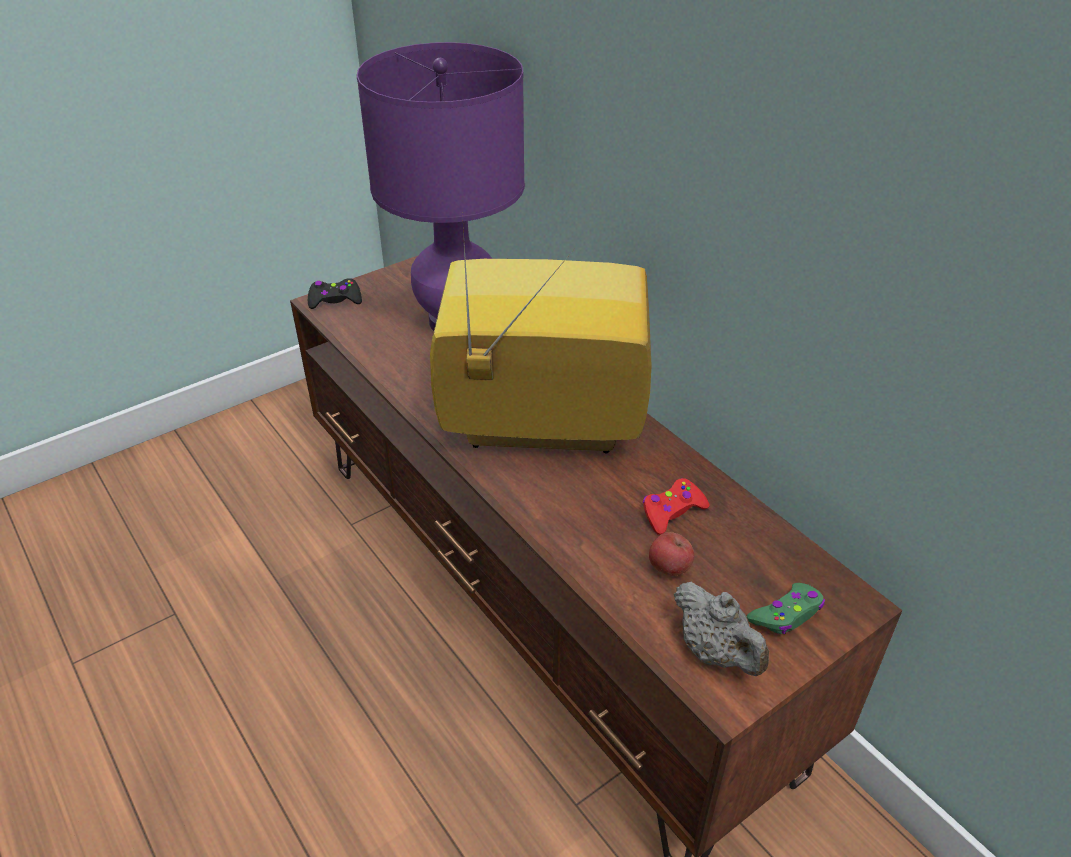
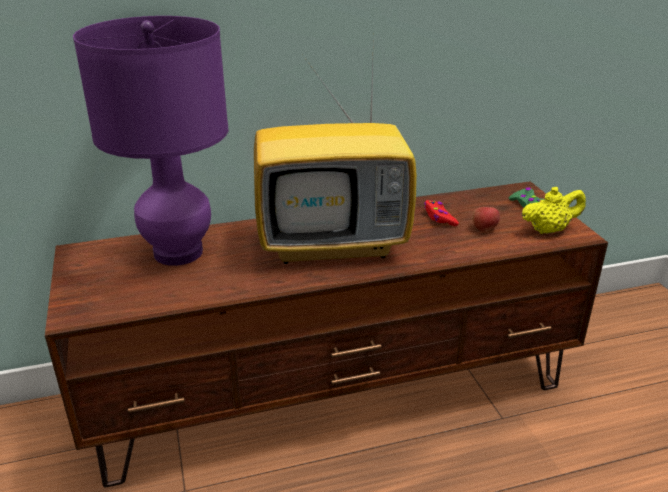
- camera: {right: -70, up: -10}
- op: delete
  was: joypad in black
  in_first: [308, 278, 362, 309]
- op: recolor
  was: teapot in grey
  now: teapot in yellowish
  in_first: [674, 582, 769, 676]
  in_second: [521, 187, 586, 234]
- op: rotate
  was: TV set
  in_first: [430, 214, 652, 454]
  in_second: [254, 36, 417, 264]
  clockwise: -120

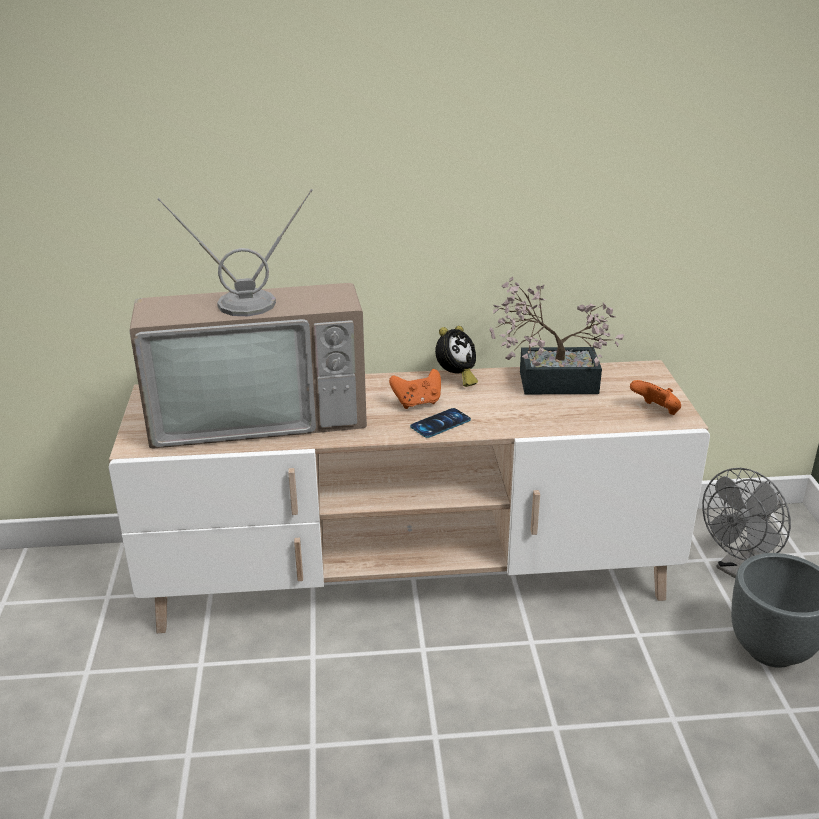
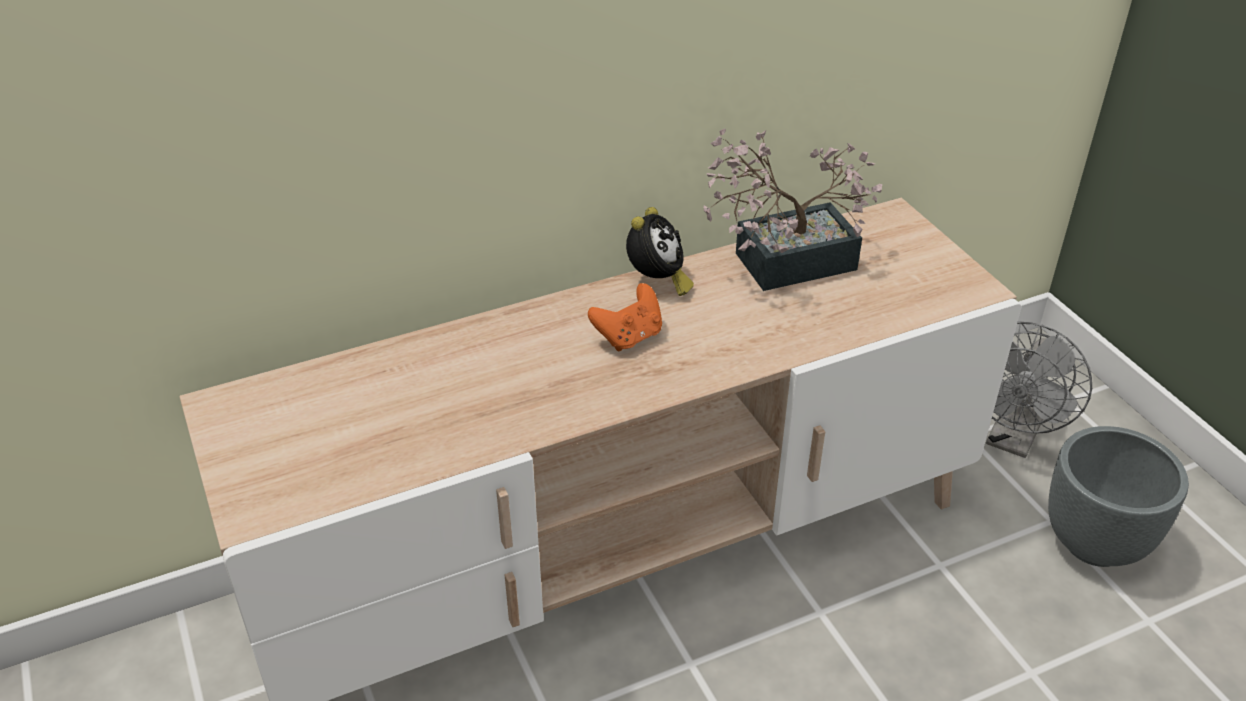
- camera: {right: -20, up: 10}
- op: delete
  was: TV set
  in_first: [129, 189, 367, 448]
- op: delete
  was: phone
  in_first: [410, 408, 471, 438]
- op: delete
  was: joypad in orange-coloured
  in_first: [630, 380, 681, 415]

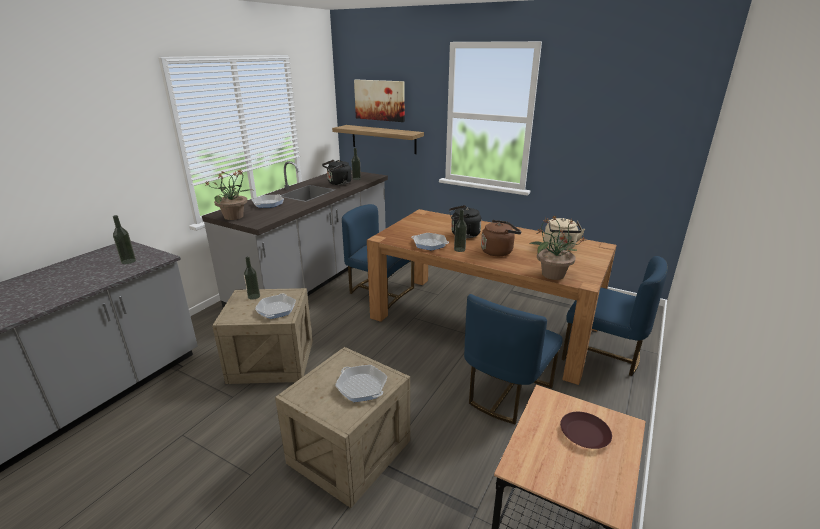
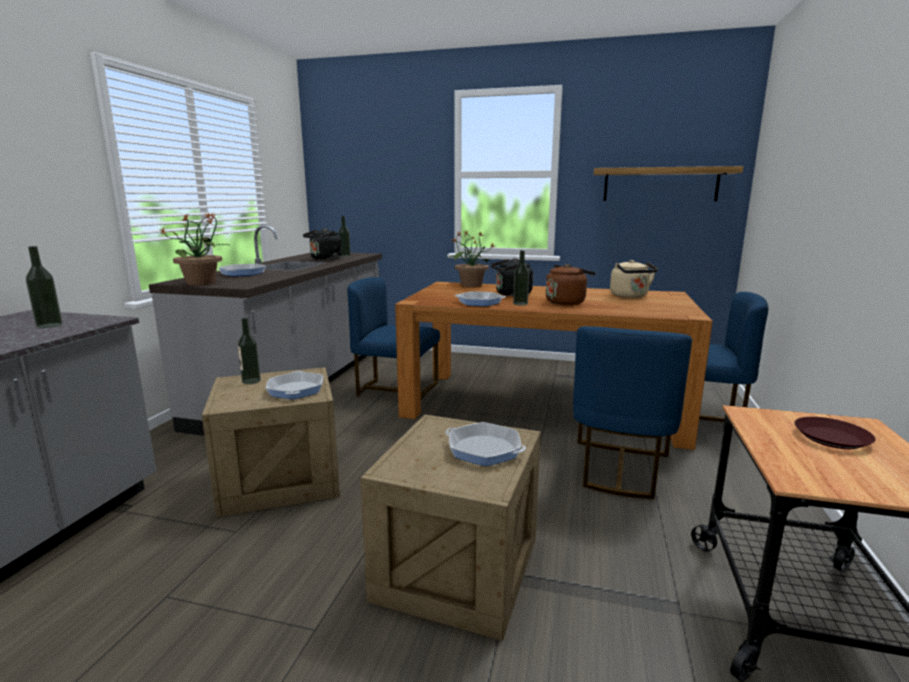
- camera: {right: -15, up: -10}
- op: delete
  was: picture
  in_first: [354, 80, 405, 122]
- op: move
  was: shelf
  in_first: [332, 125, 424, 154]
  in_second: [594, 166, 744, 201]
- op: move
  was: plant in a pot
  in_first: [529, 215, 586, 280]
  in_second: [446, 231, 496, 287]

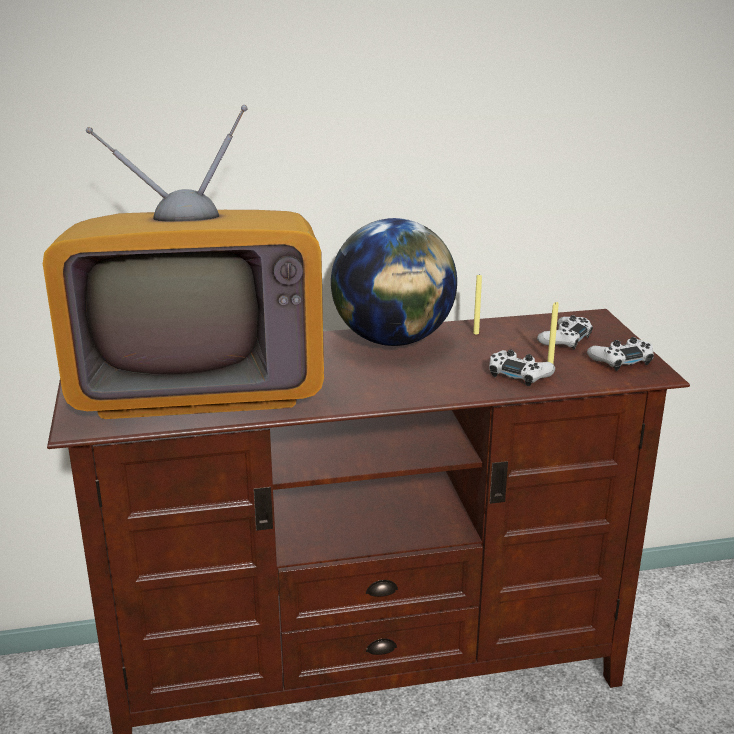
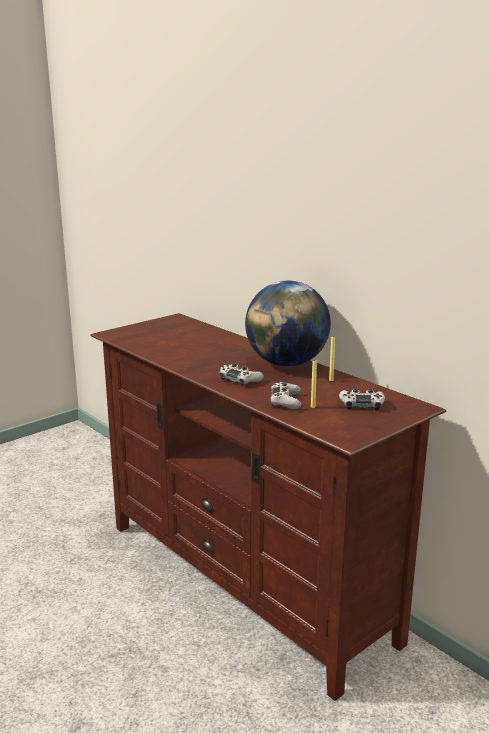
- camera: {right: 60, up: -5}
- op: delete
  was: TV set
  in_first: [43, 105, 324, 419]
- op: move
  was: joypad in whitish
  in_first: [587, 337, 654, 371]
  in_second: [219, 363, 264, 387]

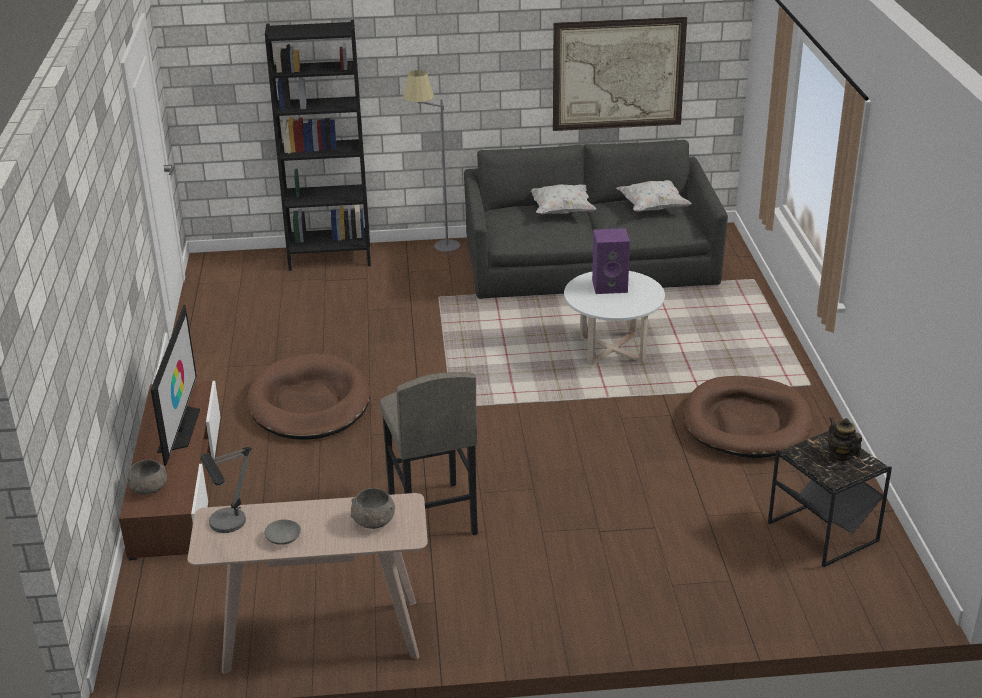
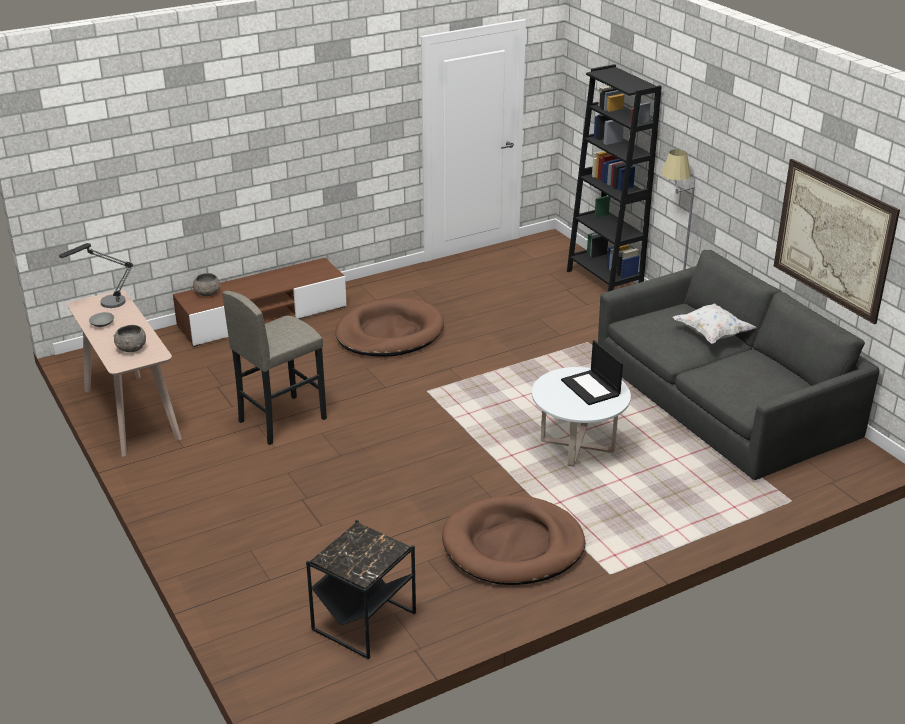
- camera: {right: 65, up: 0}
- op: delete
  was: TV set
  in_first: [151, 305, 200, 466]
- op: delete
  was: pillow in whitish
  in_first: [616, 180, 692, 212]
- op: delete
  was: teapot
  in_first: [828, 417, 862, 462]
- op: replace
  was: speaker in purple-coloured
  now: portable computer
  in_first: [592, 228, 630, 294]
  in_second: [561, 340, 623, 405]

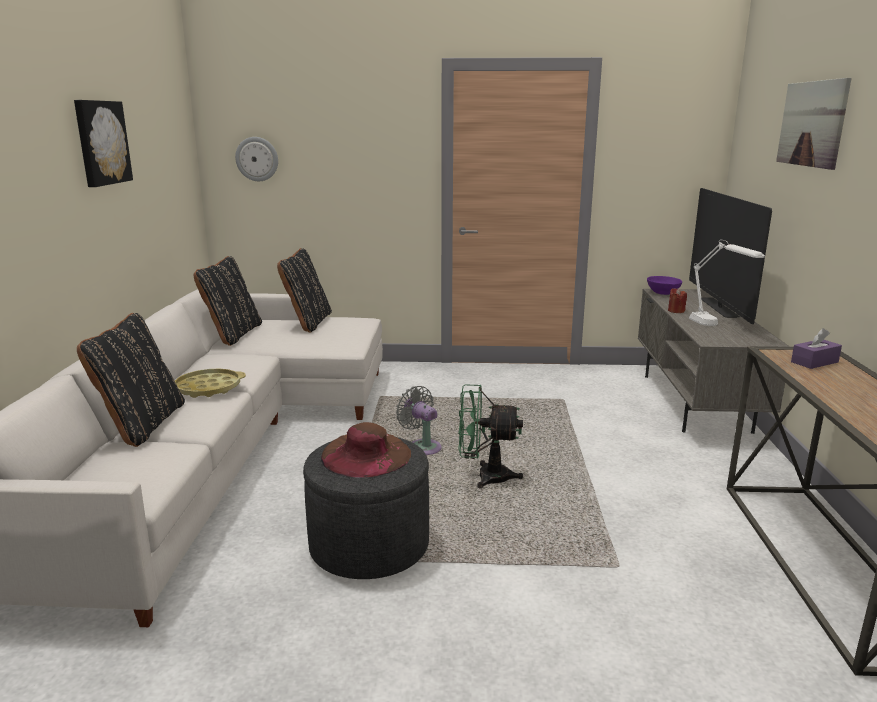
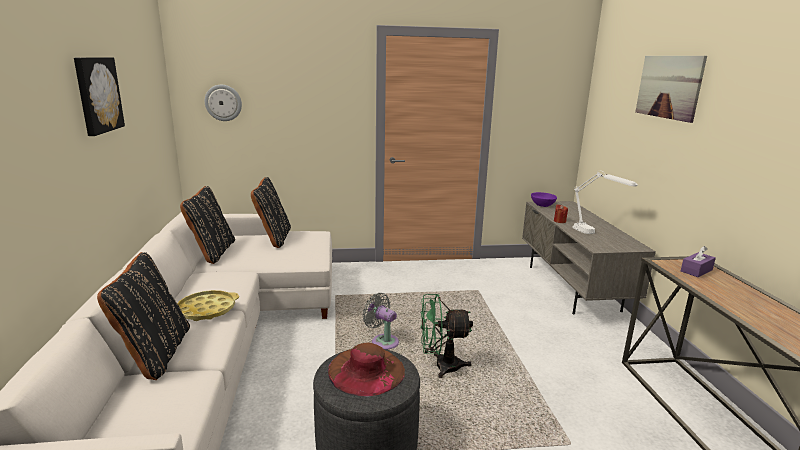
- camera: {right: -10, up: 0}
- op: delete
  was: TV set
  in_first: [689, 188, 772, 324]

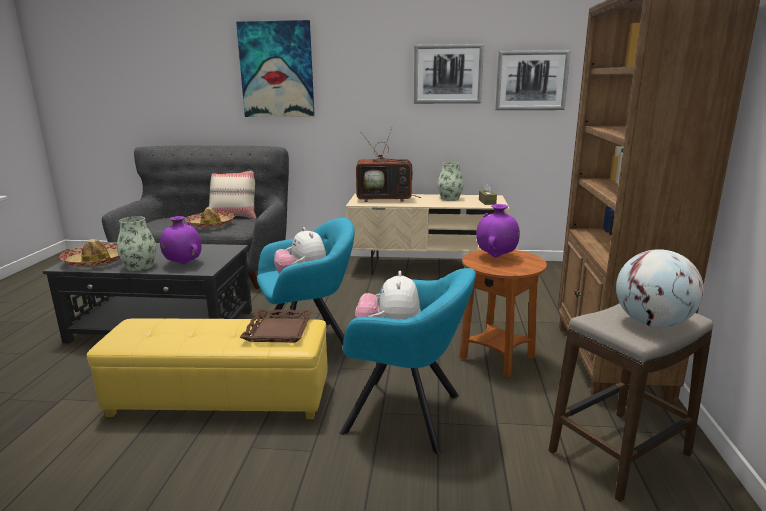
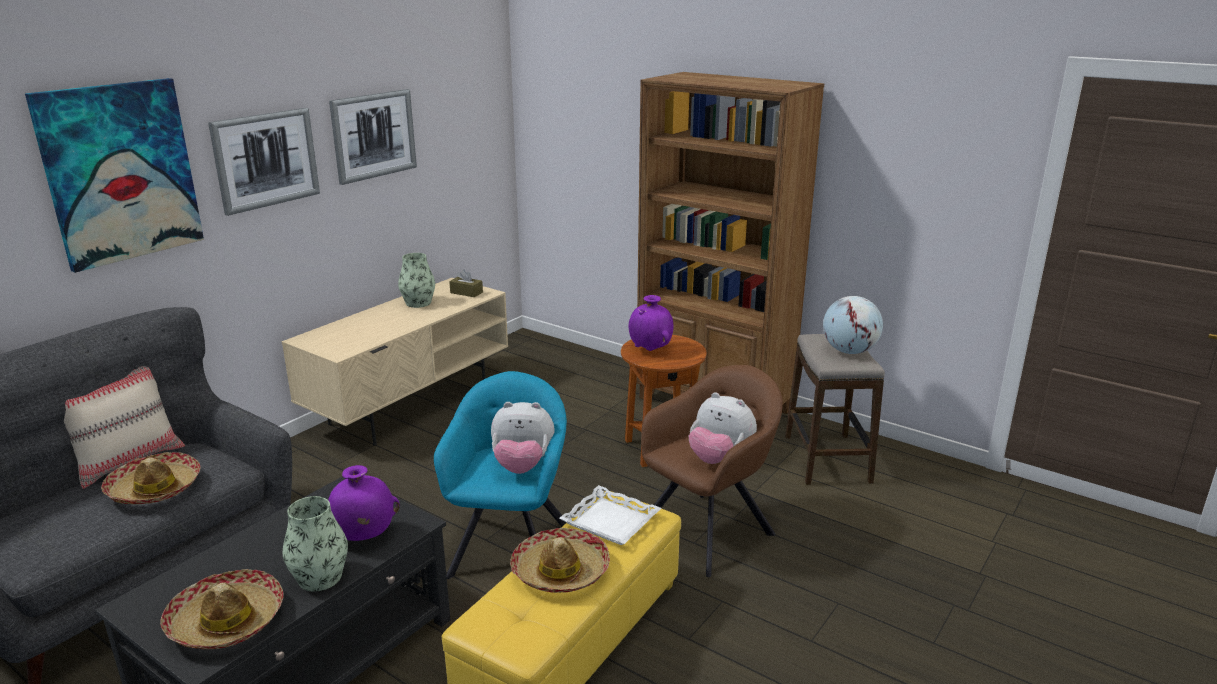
- camera: {right: -60, up: 5}
- op: delete
  was: TV set
  in_first: [356, 126, 421, 202]
- op: insert
  now: wearable hat
  in_second: [510, 528, 610, 593]
- op: move
  was: picture
  in_first: [495, 50, 570, 110]
  in_second: [208, 108, 320, 216]
- op: recolor
  was: tray in brown-coloured
  now: tray in whitish
  in_first: [240, 309, 313, 343]
  in_second: [559, 485, 661, 545]
- op: recolor
  was: lounge chair in turquoise-coloured
  now: lounge chair in brown-coloured
  in_first: [339, 268, 476, 455]
  in_second: [641, 365, 783, 577]

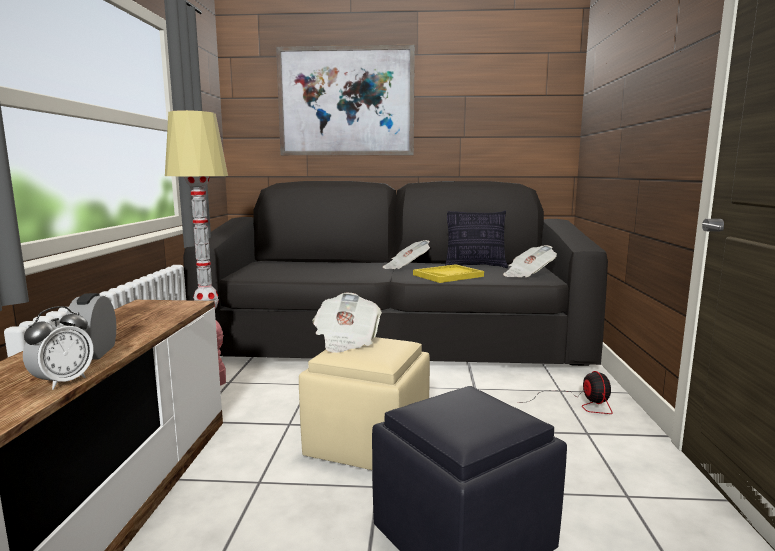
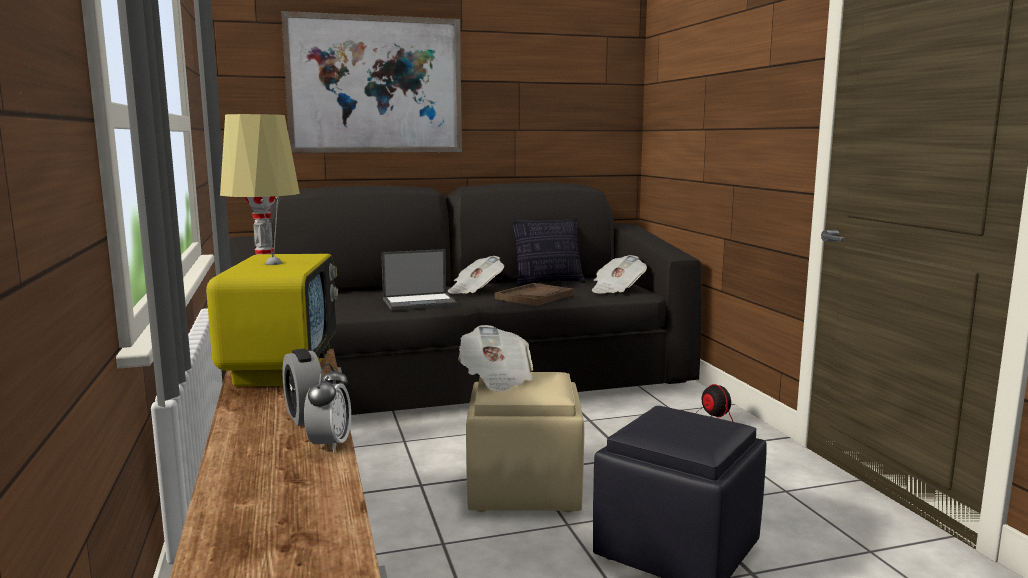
- camera: {right: -20, up: 0}
- op: insert
  now: TV set
  in_second: [206, 196, 338, 387]
- op: insert
  now: portable computer
  in_second: [381, 249, 458, 311]
- op: recolor
  was: tray in yellowish
  now: tray in brown-coloured
  in_first: [413, 264, 484, 283]
  in_second: [495, 283, 574, 306]

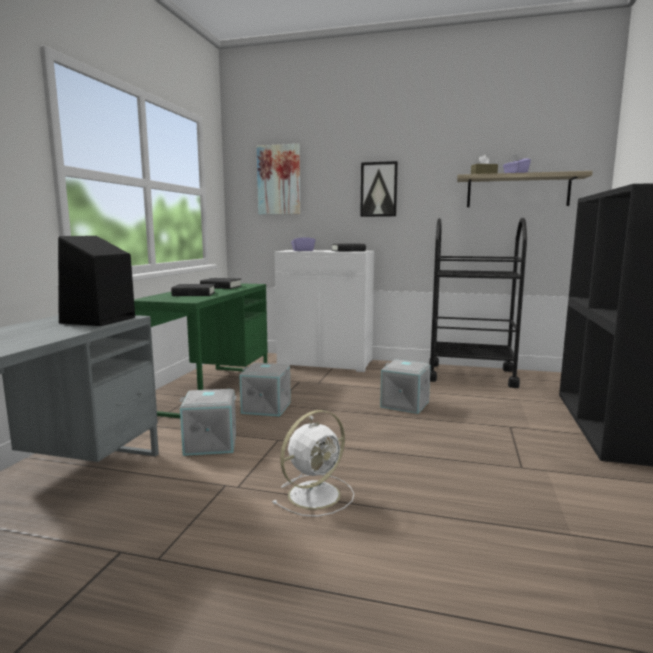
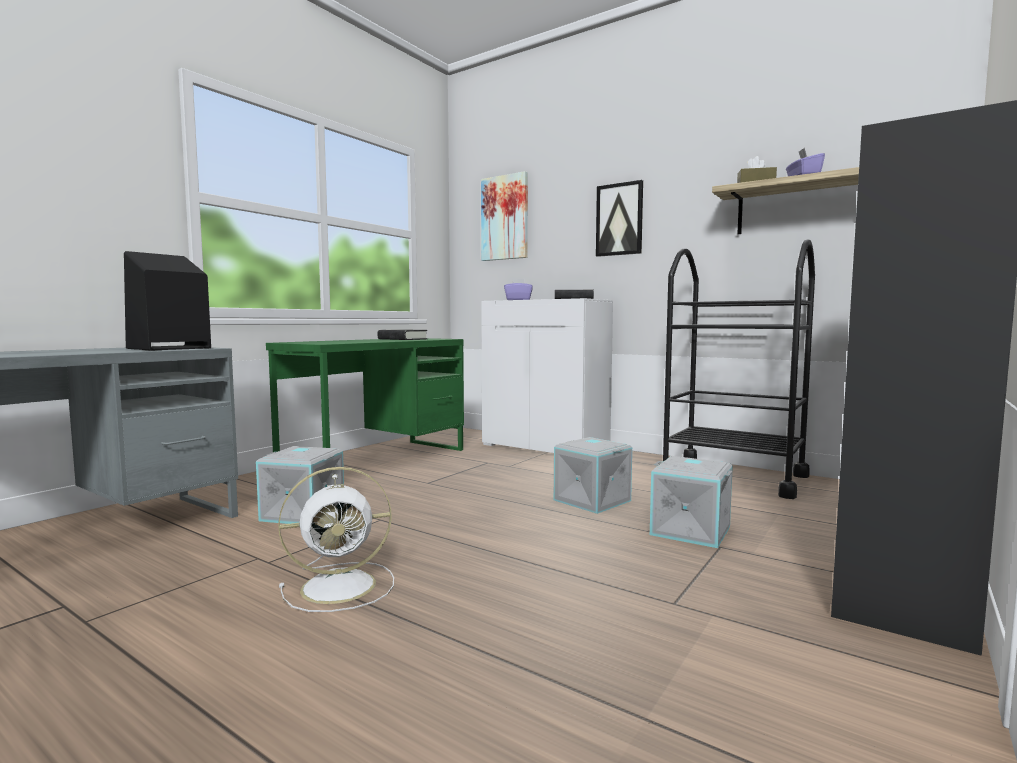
- camera: {right: 20, up: -5}
- op: delete
  was: book in black
  in_first: [171, 284, 215, 296]
- op: move
  was: storage bin in grey
  in_first: [239, 363, 291, 417]
  in_second: [650, 456, 733, 548]

